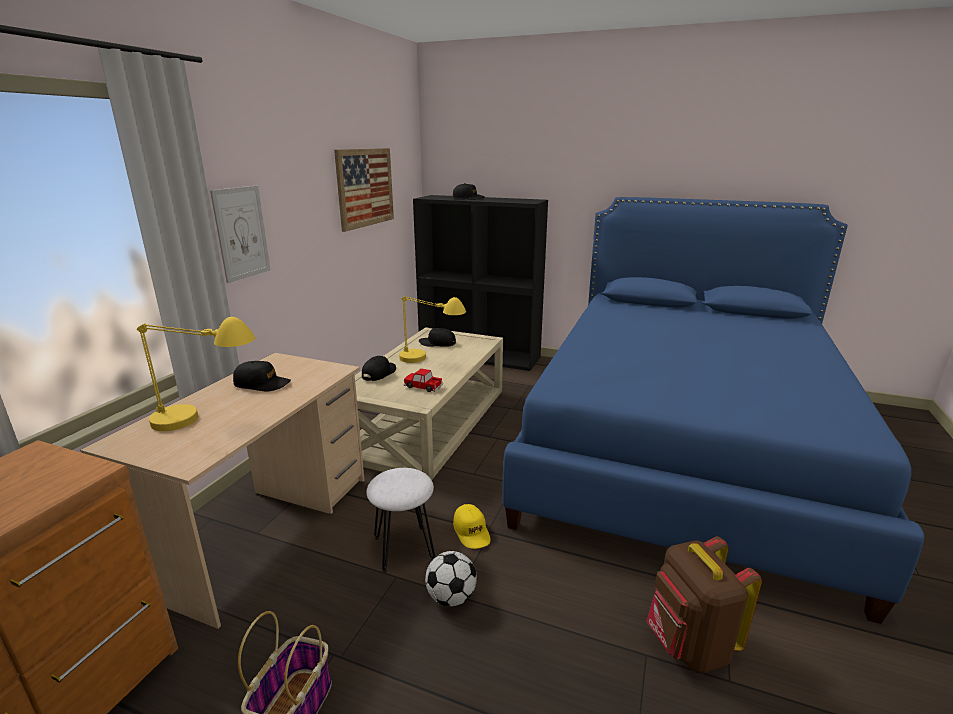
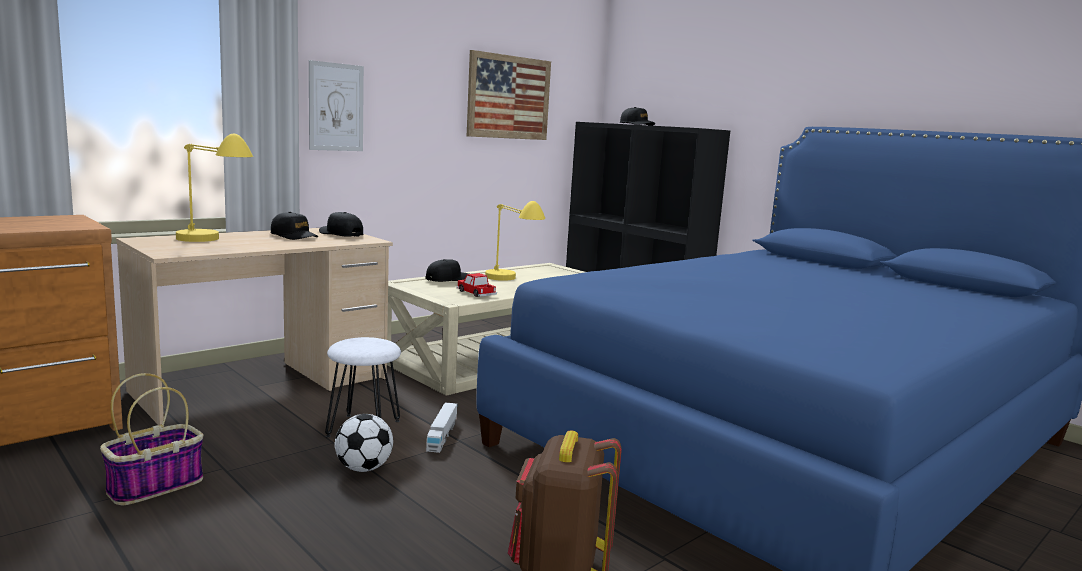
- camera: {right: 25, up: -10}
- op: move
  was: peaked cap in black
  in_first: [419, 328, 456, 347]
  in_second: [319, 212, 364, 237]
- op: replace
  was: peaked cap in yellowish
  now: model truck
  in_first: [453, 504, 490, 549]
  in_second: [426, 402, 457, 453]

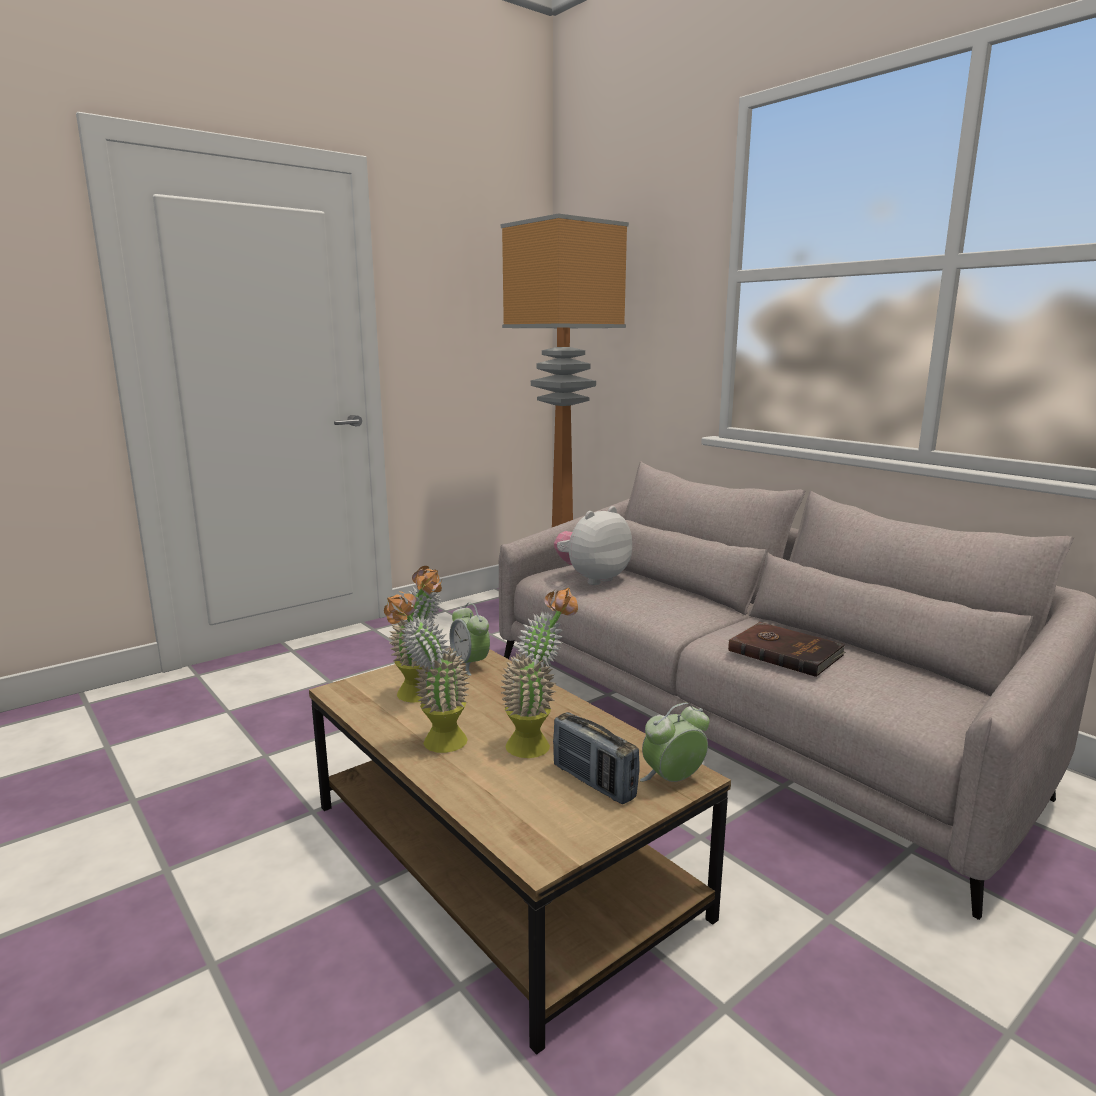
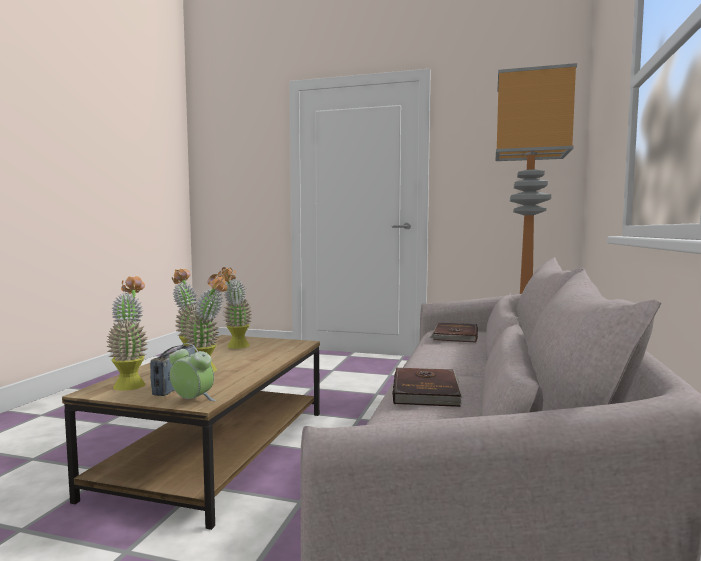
- camera: {right: 55, up: -10}
- op: delete
  was: bedside clock
  in_first: [450, 602, 490, 676]
- op: insert
  now: plant in a pot
  in_second: [106, 276, 148, 391]
- op: replace
  was: plush toy
  now: book in brown-coloured
  in_first: [554, 506, 632, 585]
  in_second: [430, 322, 478, 343]

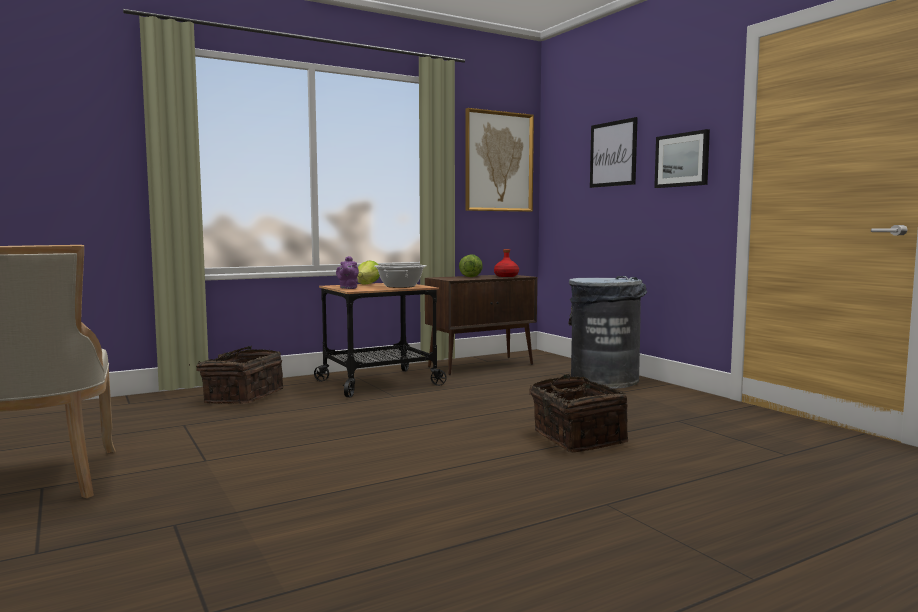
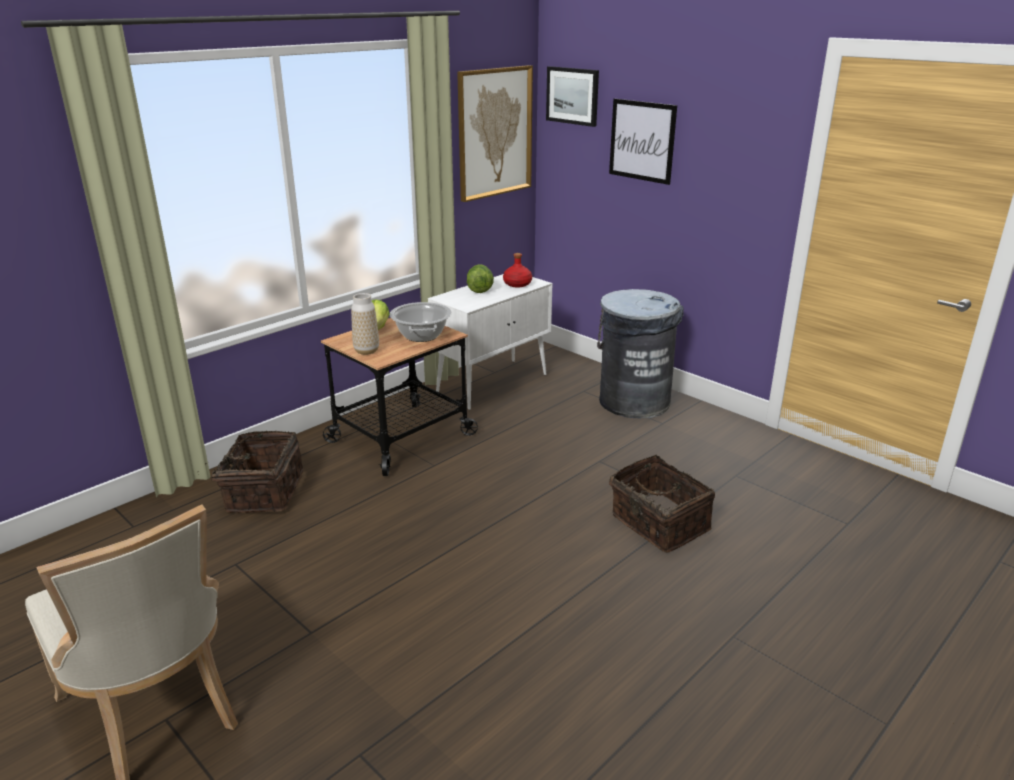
- camera: {right: -15, up: 20}
- op: move
  was: picture
  in_first: [654, 129, 710, 188]
  in_second: [546, 66, 599, 127]
- op: replace
  was: teapot in purple-coloured
  now: flower vase
  in_first: [336, 256, 359, 289]
  in_second: [351, 293, 379, 355]
- op: recolor
  was: cabinet in brown-coloured
  now: cabinet in whitish
  in_first: [425, 275, 537, 375]
  in_second: [428, 274, 552, 410]

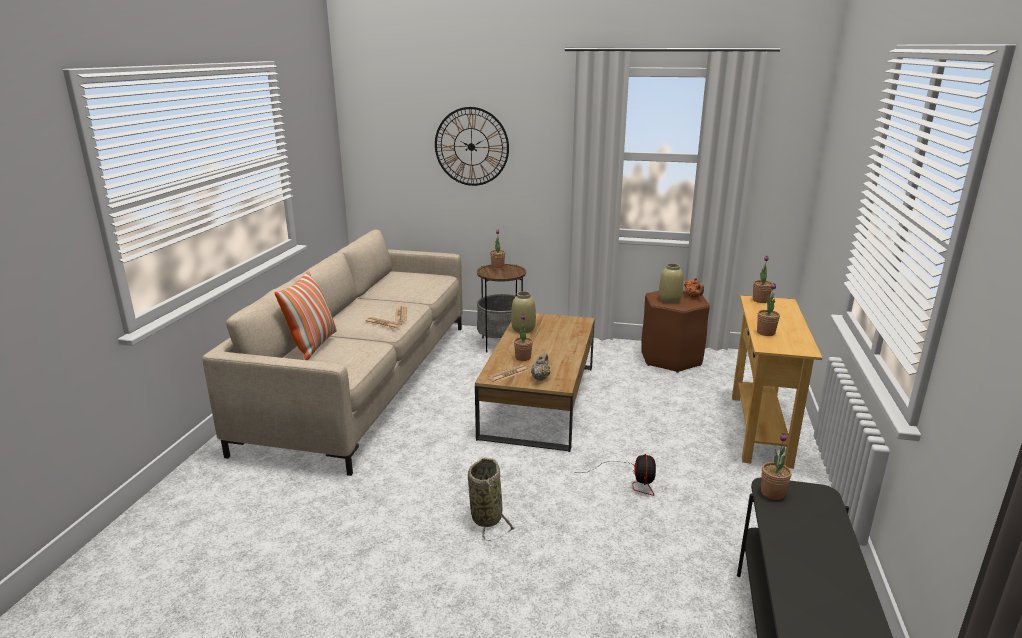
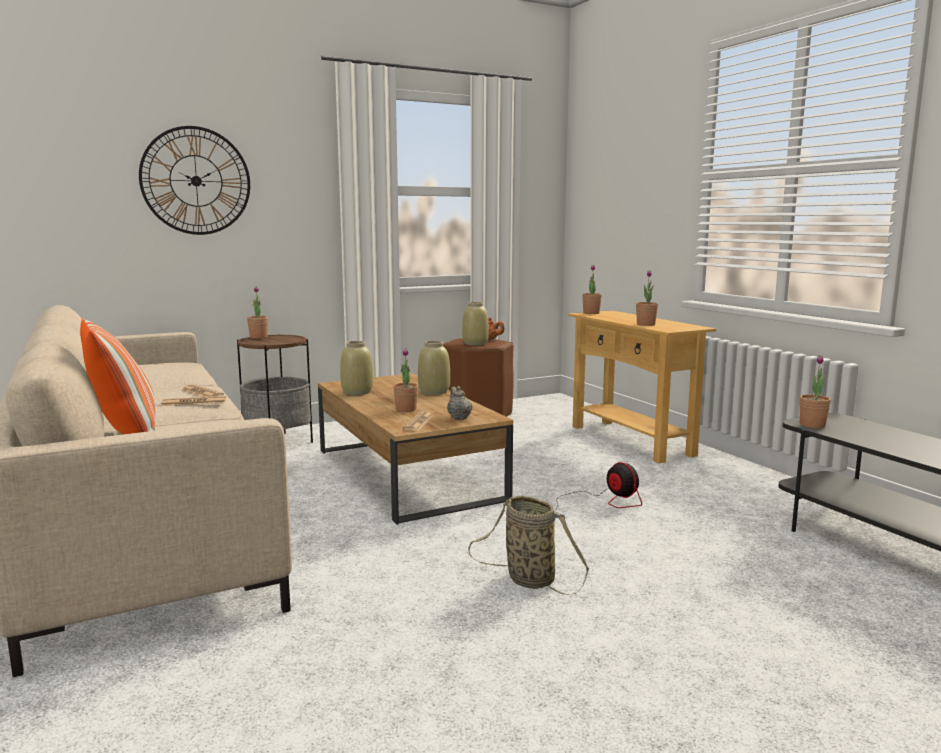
- camera: {right: -40, up: -10}
- op: insert
  now: flower vase in beige
  in_second: [418, 341, 450, 395]

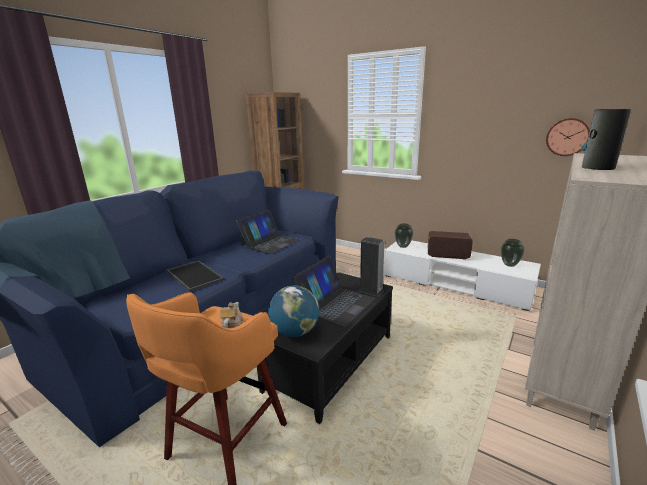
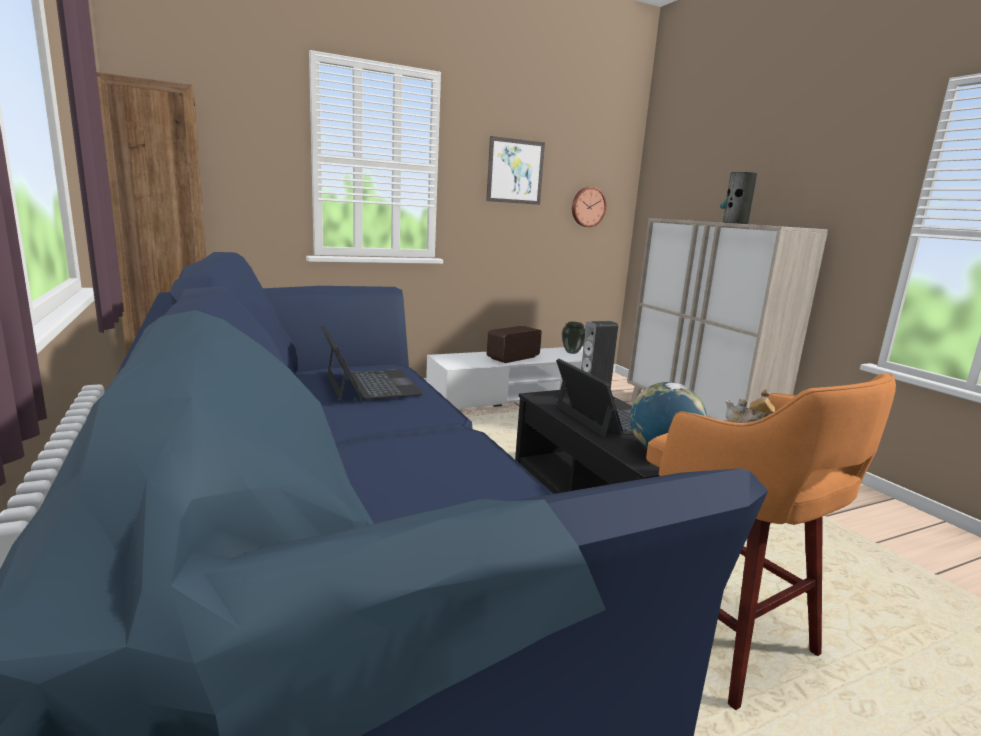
- camera: {right: -60, up: -5}
- op: delete
  was: tray
  in_first: [166, 260, 224, 292]
- op: delete
  was: flower vase
  in_first: [395, 223, 413, 248]
- op: insert
  now: picture
  in_second: [486, 136, 545, 205]

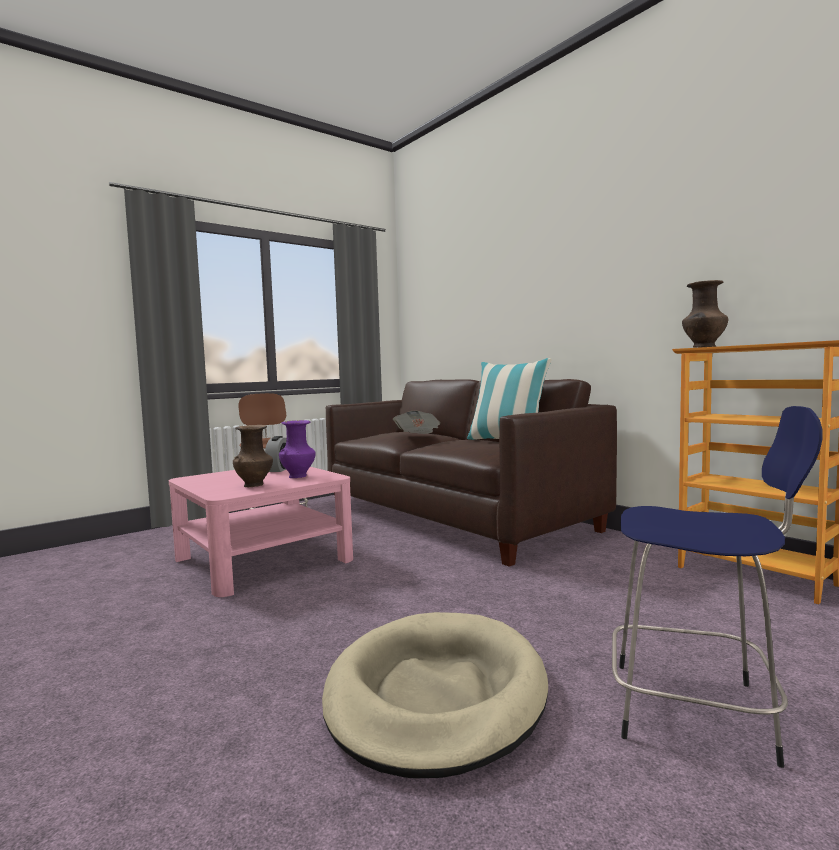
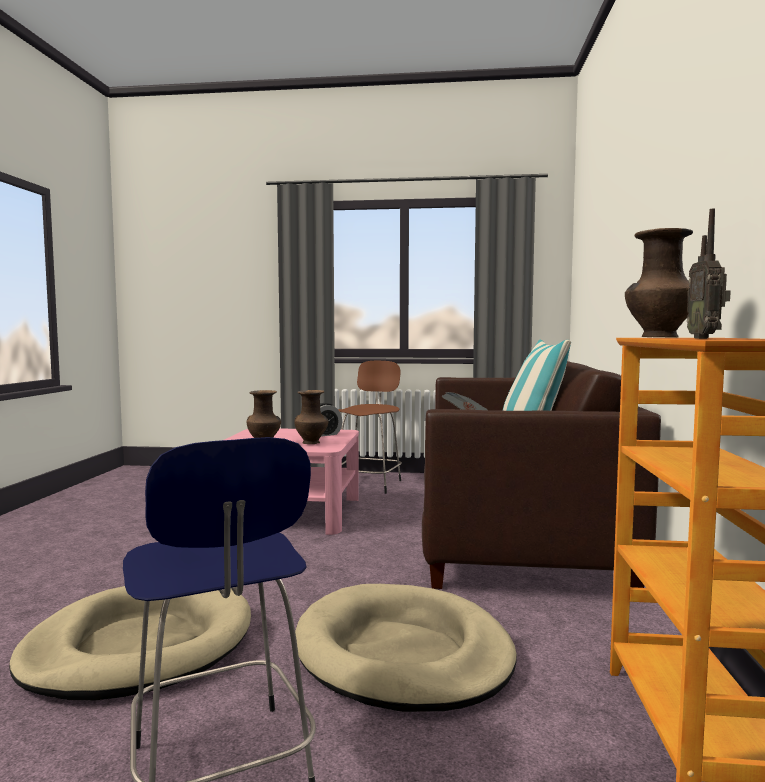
- camera: {right: 45, up: 0}
- op: insert
  now: dog cushion in beige
  in_second: [295, 584, 517, 712]
- op: insert
  now: radio set
  in_second: [687, 209, 731, 339]
- op: recolor
  was: flower vase in purple-coloured
  now: flower vase in brown-coloured
  in_first: [279, 420, 316, 478]
  in_second: [294, 390, 329, 444]

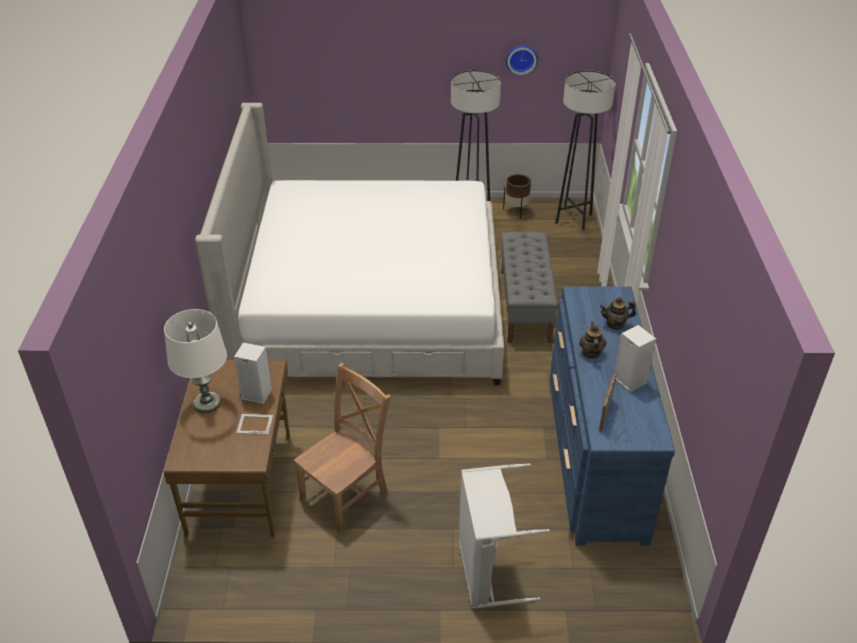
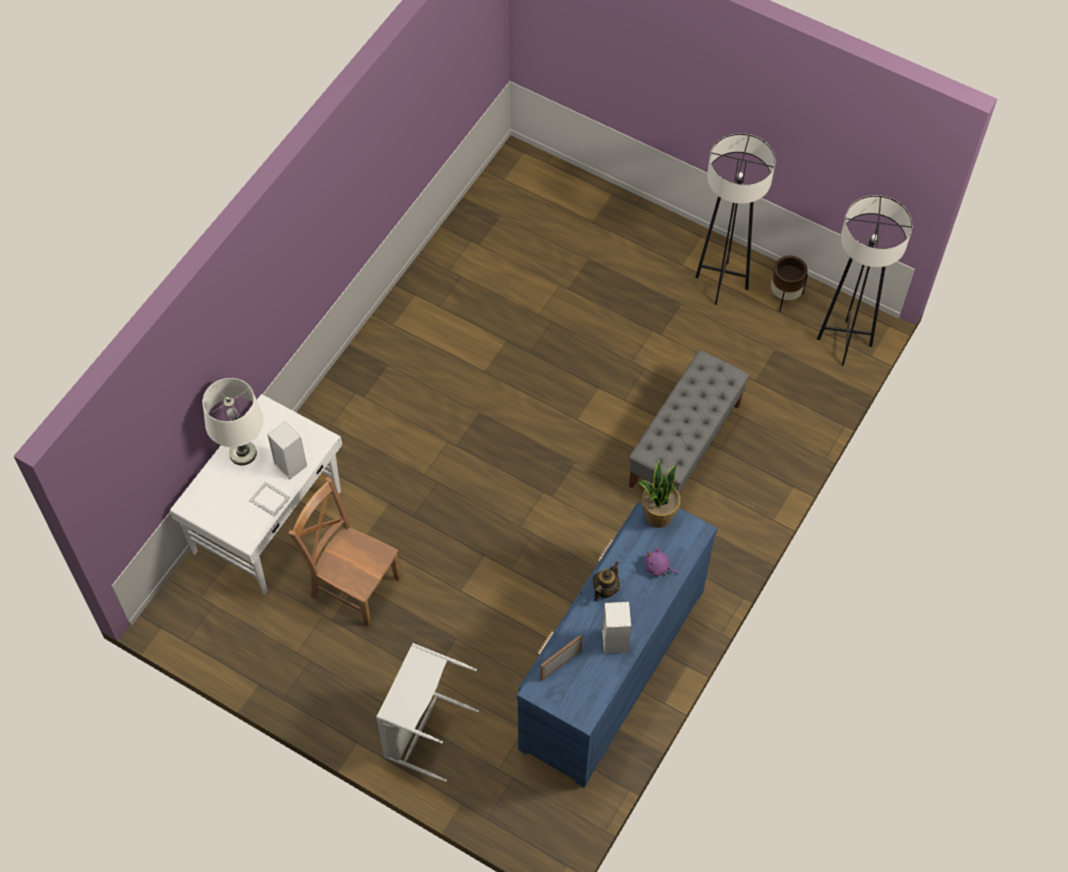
- camera: {right: 30, up: 20}
- op: delete
  was: sleeping bed
  in_first: [195, 103, 504, 385]
- op: delete
  was: hanging clock
  in_first: [506, 45, 538, 75]
- op: insert
  now: plant in a pot
  in_second: [638, 459, 680, 528]
- op: replace
  was: teapot
  now: plush toy in purple-coloured
  in_first: [600, 297, 636, 330]
  in_second: [644, 547, 679, 577]
- op: recolor
  was: desk unit in brown-coloured
  now: desk unit in whitish
  in_first: [164, 360, 290, 537]
  in_second: [170, 394, 342, 595]
- op: rotate
  was: plain chair in brown-coloured
  in_first: [294, 363, 391, 532]
  in_second: [288, 476, 401, 627]
  clockwise: -135

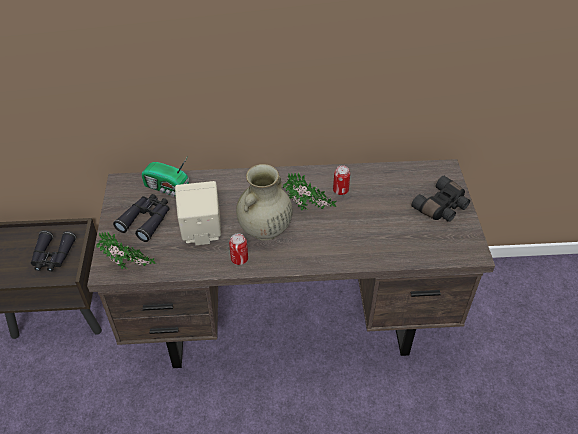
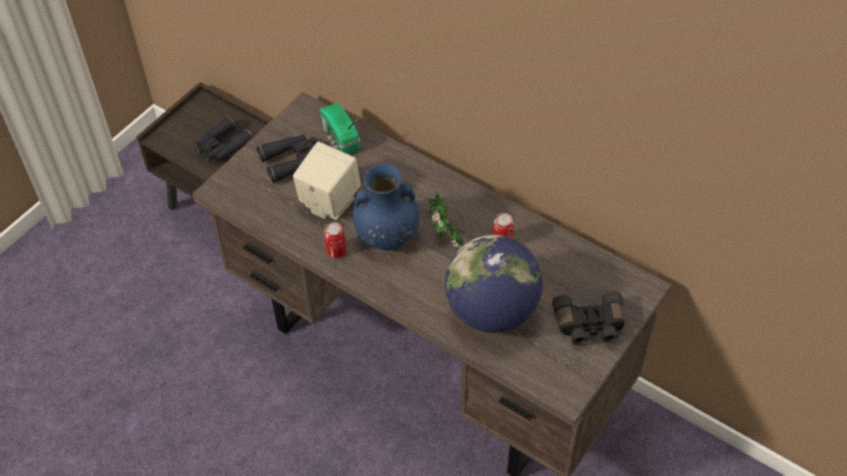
- camera: {right: 40, up: 5}
- op: delete
  was: plant in a pot
  in_first: [96, 231, 156, 270]
- op: insert
  now: world globe
  in_second: [445, 235, 543, 333]
- op: recolor
  was: flower vase in beige
  now: flower vase in blue
  in_first: [236, 164, 293, 241]
  in_second: [353, 164, 420, 251]

